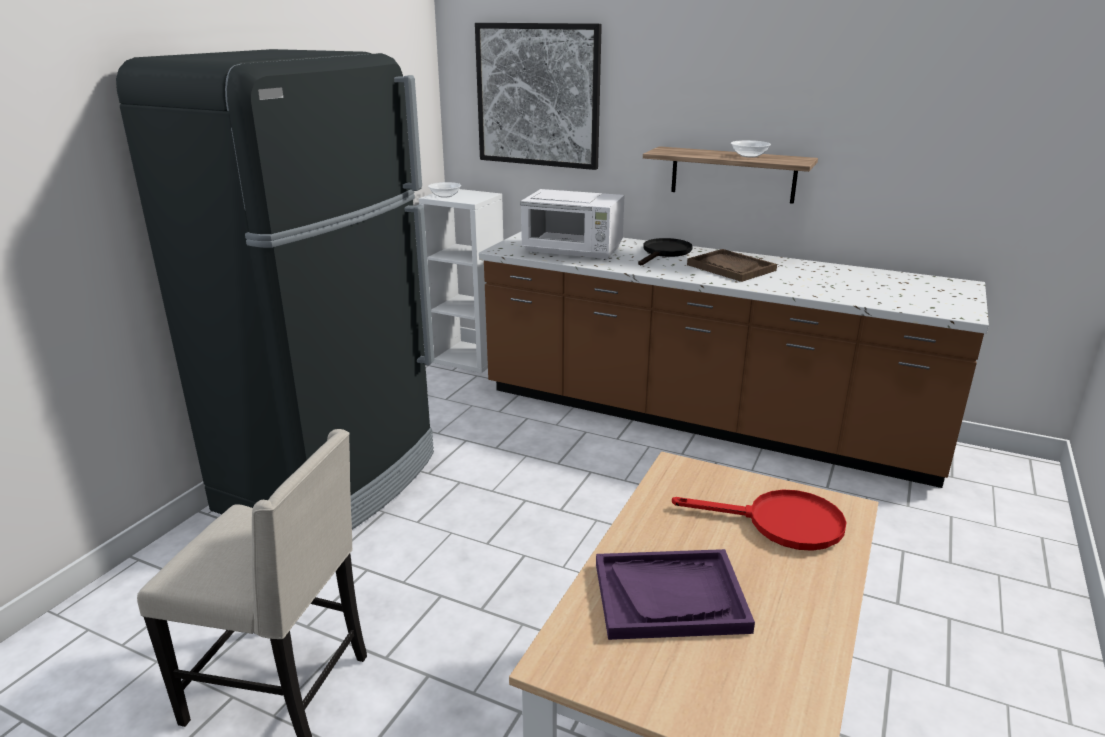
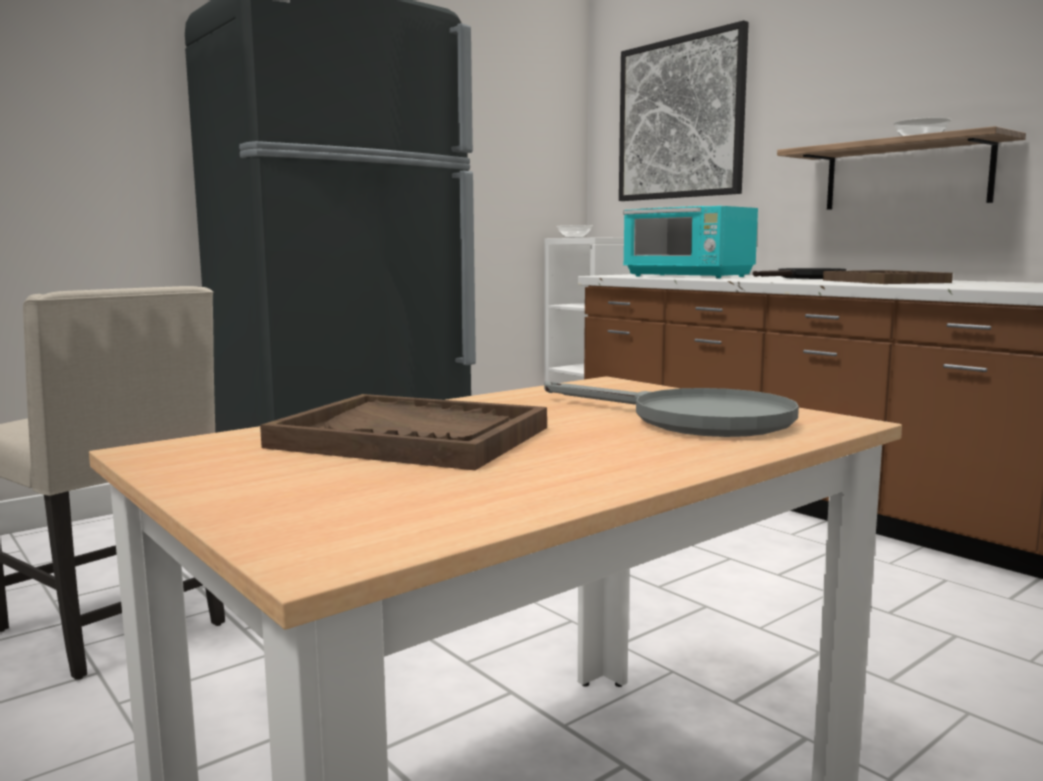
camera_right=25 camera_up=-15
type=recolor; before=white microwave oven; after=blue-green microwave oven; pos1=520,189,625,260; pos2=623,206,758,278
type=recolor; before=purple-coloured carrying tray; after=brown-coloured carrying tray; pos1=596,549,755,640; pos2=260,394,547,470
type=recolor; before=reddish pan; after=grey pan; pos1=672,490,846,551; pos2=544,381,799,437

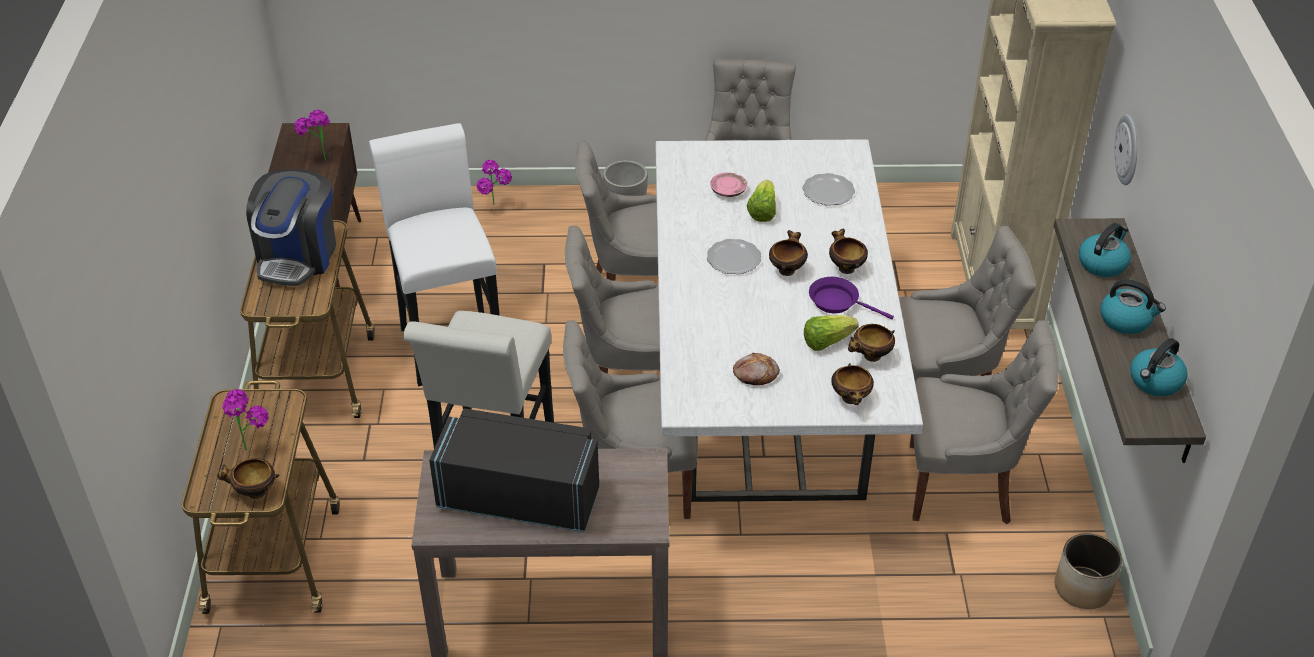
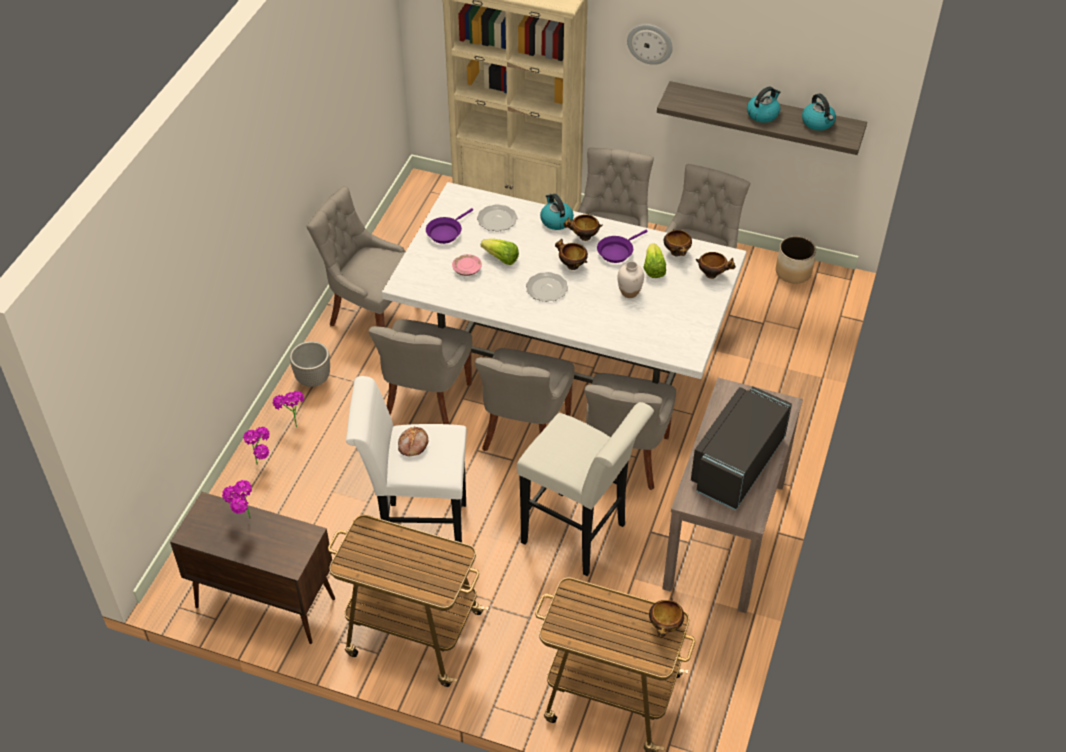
camera_right=-70 camera_up=5
type=delete; before=coffee machine; pos1=246,169,336,286
type=insert; after=purple-coloured pan; pos2=426,208,473,244
type=insert; after=white flower vase; pos2=617,261,644,298
type=move; before=houseplant; pos1=222,389,269,450; pos2=273,391,304,427
type=move; before=baked bread; pos1=733,353,780,385; pos2=398,426,428,456
type=move; before=kettle; pos1=1079,223,1131,277; pos2=540,194,574,230

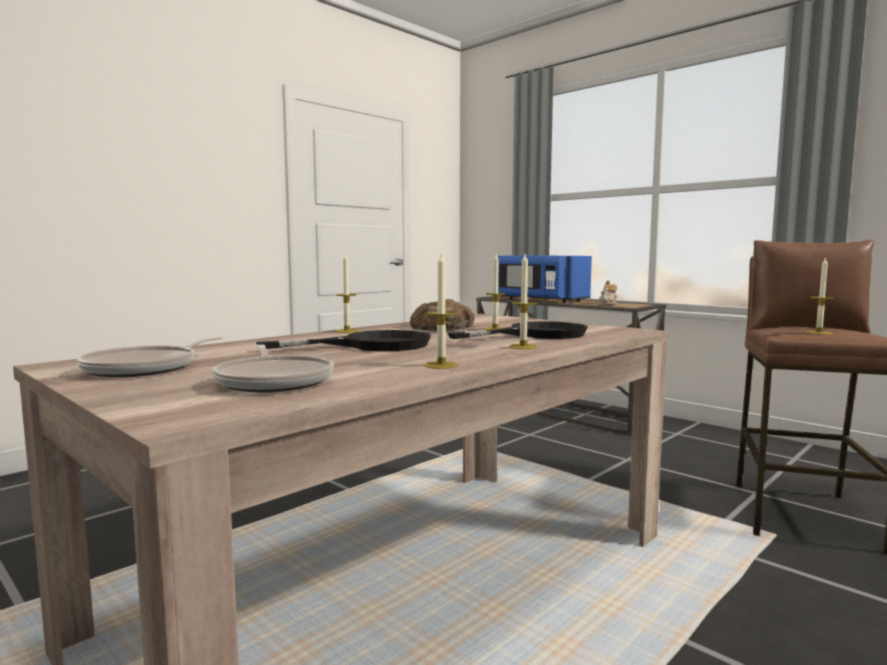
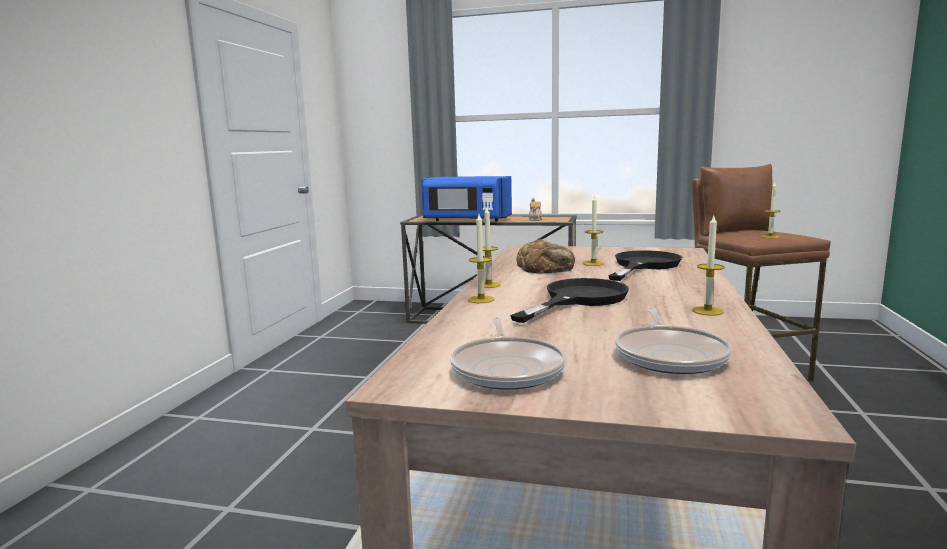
camera_right=-30 camera_up=5
type=move; before=candle; pos1=509,254,538,349; pos2=468,214,494,303
type=rotate; before=pan; pos1=212,344,334,392; pos2=615,307,732,374; turn=60

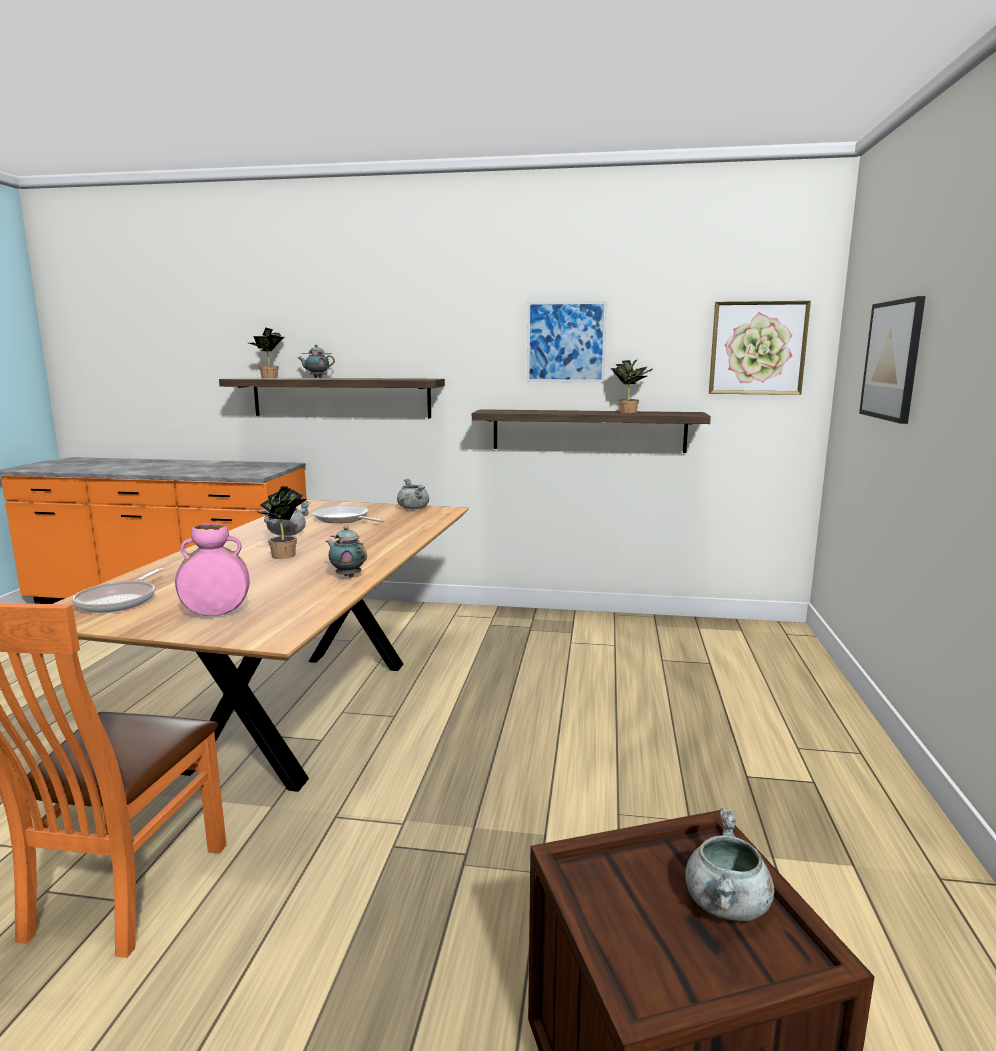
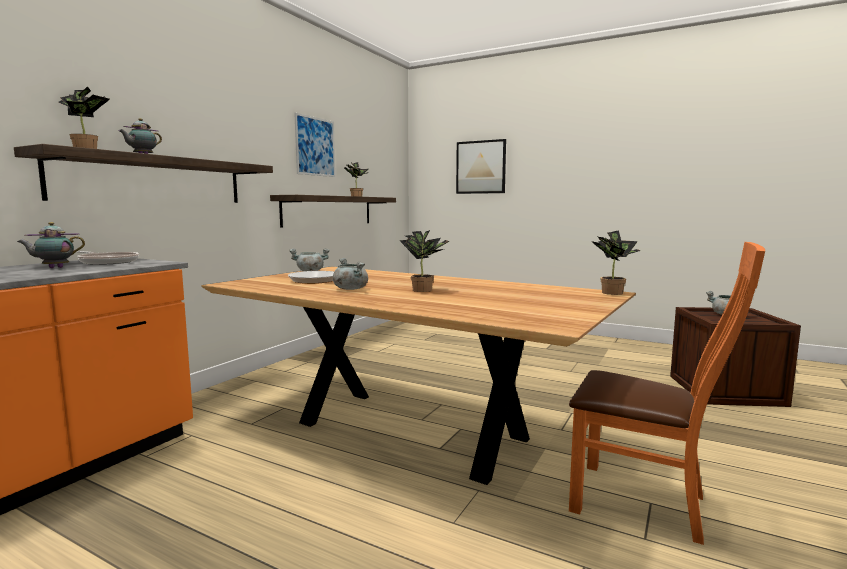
camera_right=-70 camera_up=-5
type=delete; before=pinkish flower vase; pos1=175,523,250,616
type=delete; before=picture; pos1=709,301,811,395
type=insert; after=houseplant; pos2=591,230,641,295
type=move; before=pan; pos1=72,568,163,613; pos2=77,251,139,265
type=move; before=pot for tea; pos1=326,526,367,578; pos2=17,222,85,268

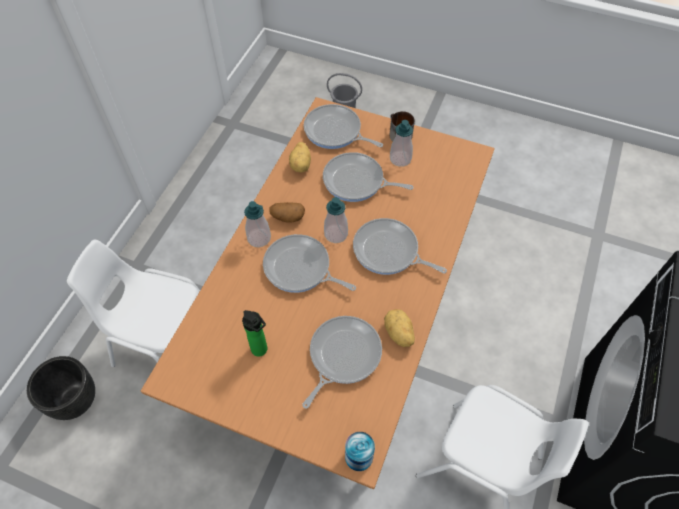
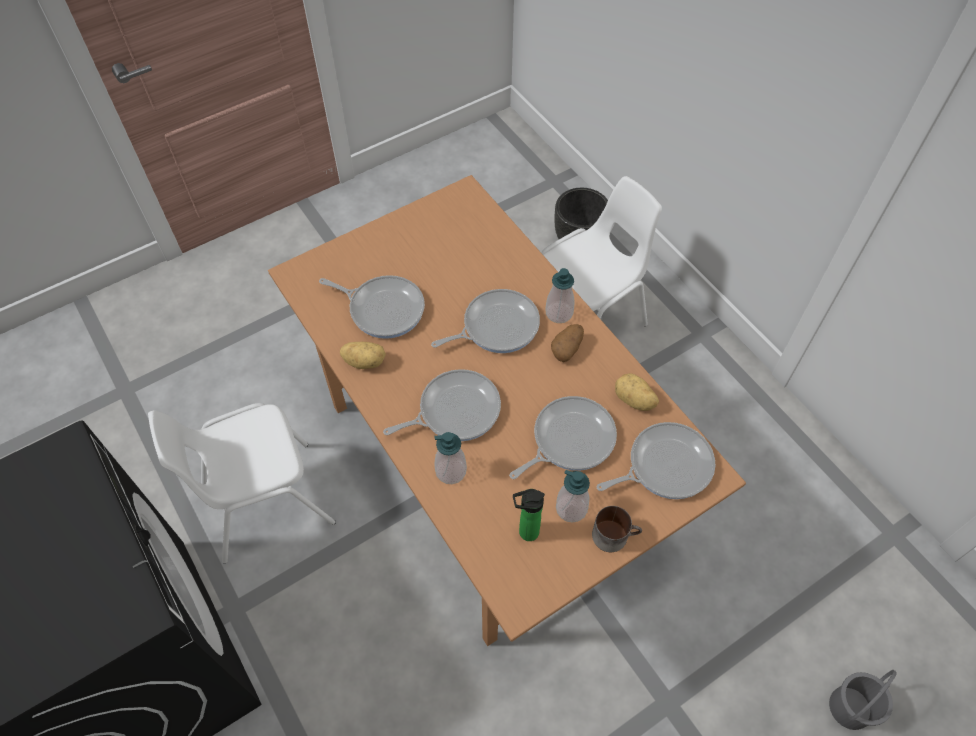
camera_right=125 camera_up=0
type=delete; before=metal can; pos1=345,432,375,471
type=move; before=drink bottle; pos1=242,310,267,357; pos2=513,489,545,541
type=move; before=soap bottle; pos1=324,197,348,243; pos2=434,432,467,484
type=rotate; before=pan; pos1=302,316,382,409; pos2=319,275,425,339; turn=-45

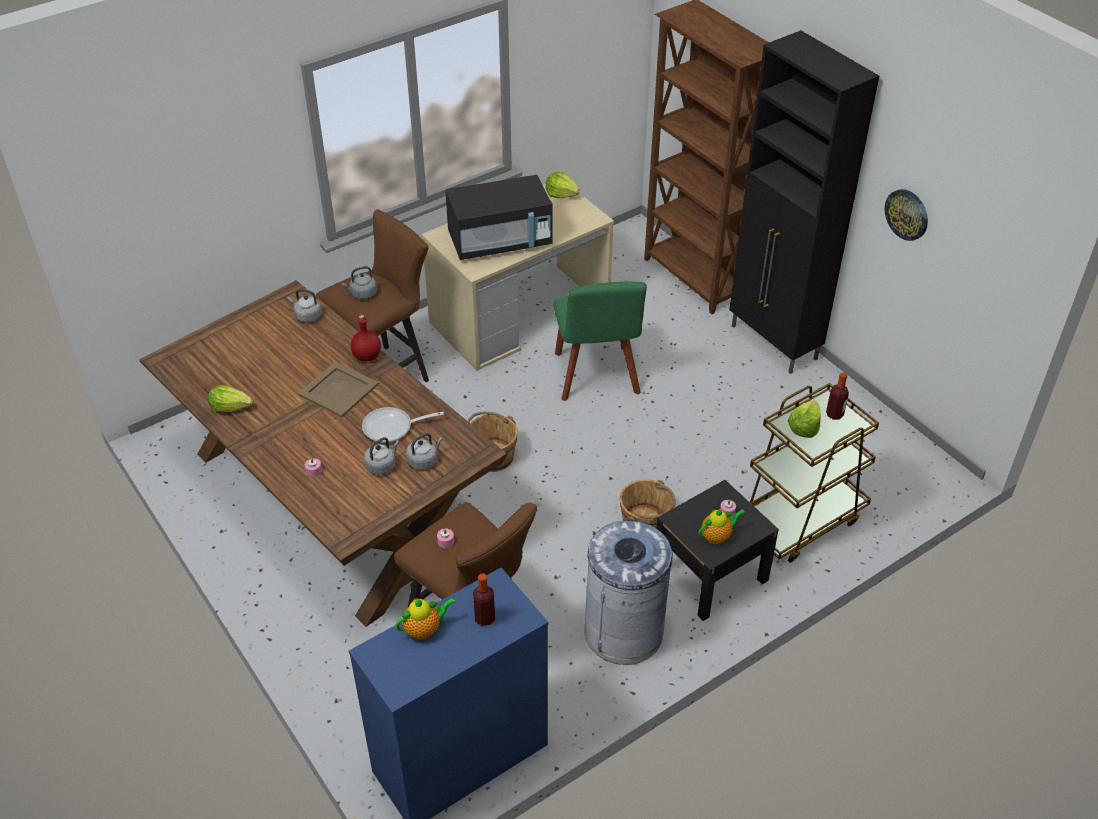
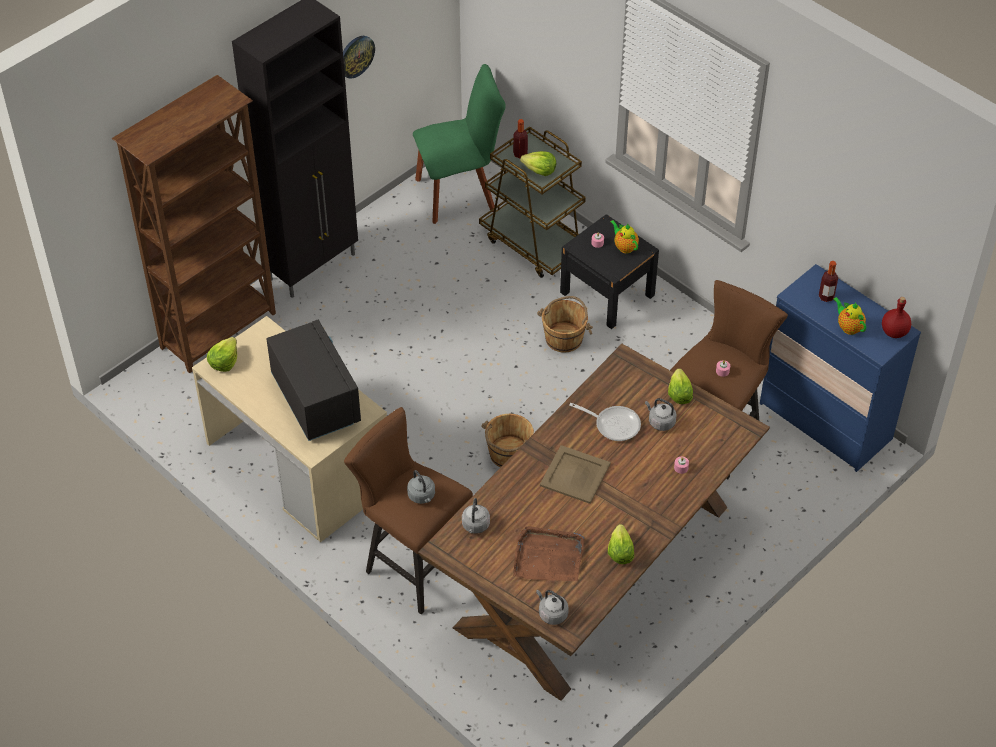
camera_right=-100 camera_up=5
type=delete; before=grey rubbish bin; pos1=584,521,673,665
type=insert; after=brown-coloured carrying tray; pos2=513,526,584,581
type=insert; after=lettuce head; pos2=668,368,693,404
type=move; before=reddish drink bottle; pos1=351,315,381,361; pos2=882,297,911,338
type=move; before=grey kettle; pos1=406,433,443,470; pos2=536,590,569,625
type=move; before=greenish chair; pos1=554,282,647,401; pos2=413,64,506,224
type=rotate; before=pan; pos1=362,407,444,443; pos2=569,403,641,441; turn=-45

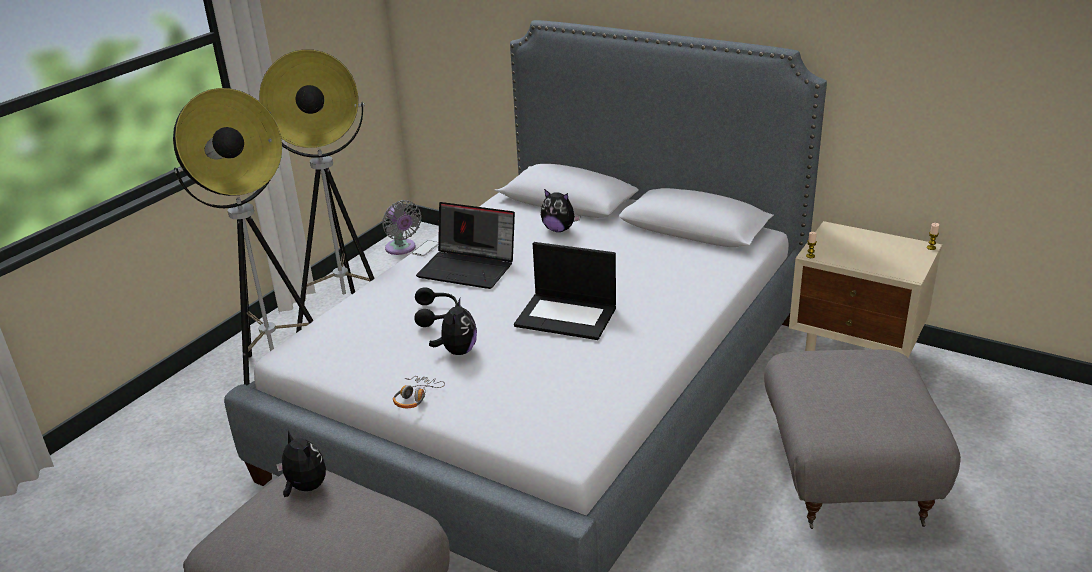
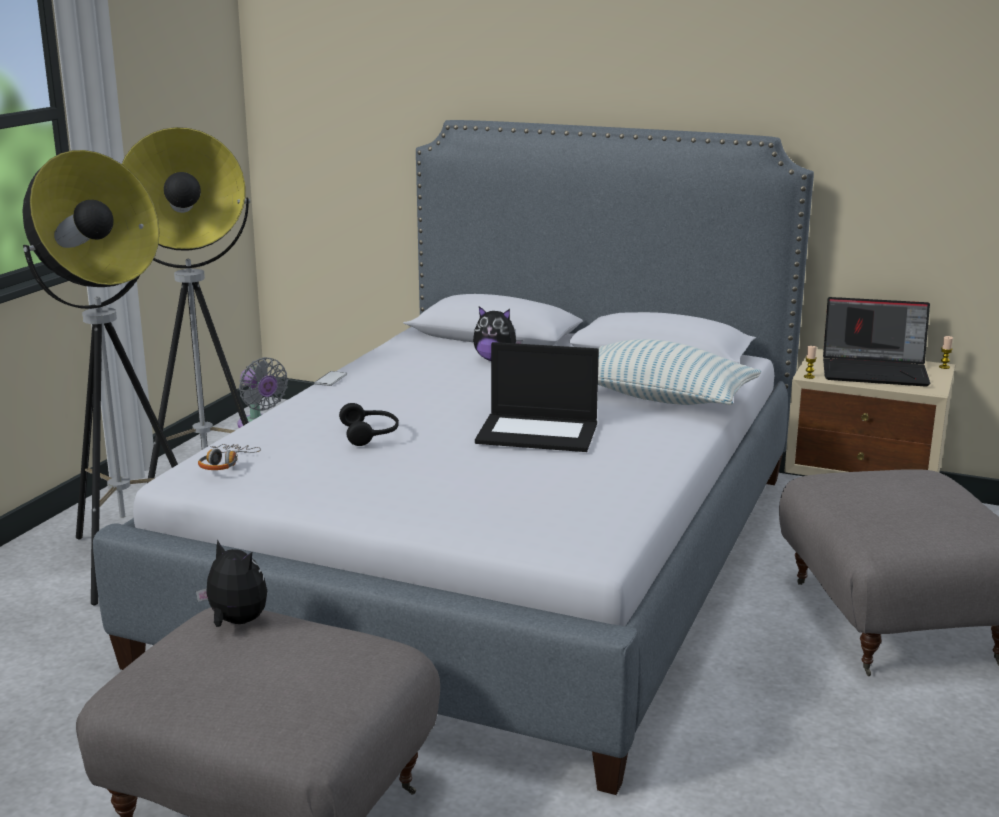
camera_right=-10 camera_up=-10
type=delete; before=soft toy; pos1=429,298,477,355
type=insert; after=throw pillow; pos2=598,339,761,405
type=move; before=pair of headphones; pos1=393,376,445,408; pos2=198,444,261,470
type=move; before=portable computer; pos1=416,202,515,289; pos2=823,297,930,387

